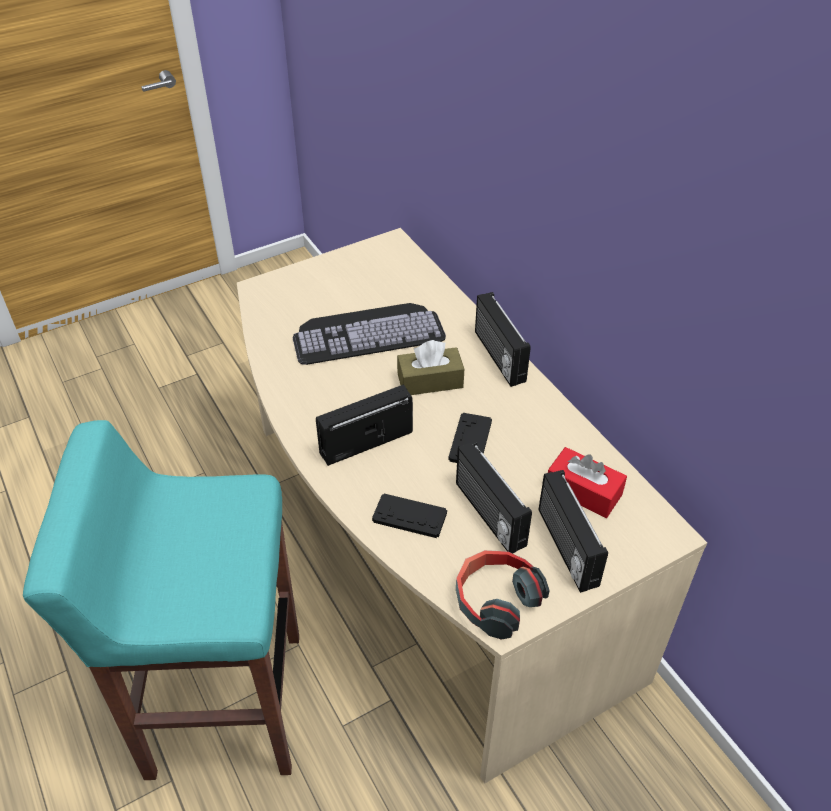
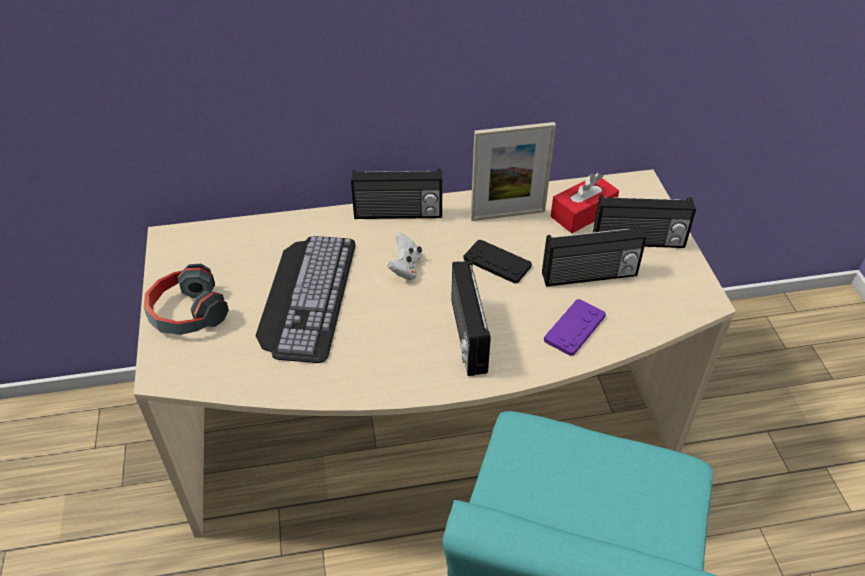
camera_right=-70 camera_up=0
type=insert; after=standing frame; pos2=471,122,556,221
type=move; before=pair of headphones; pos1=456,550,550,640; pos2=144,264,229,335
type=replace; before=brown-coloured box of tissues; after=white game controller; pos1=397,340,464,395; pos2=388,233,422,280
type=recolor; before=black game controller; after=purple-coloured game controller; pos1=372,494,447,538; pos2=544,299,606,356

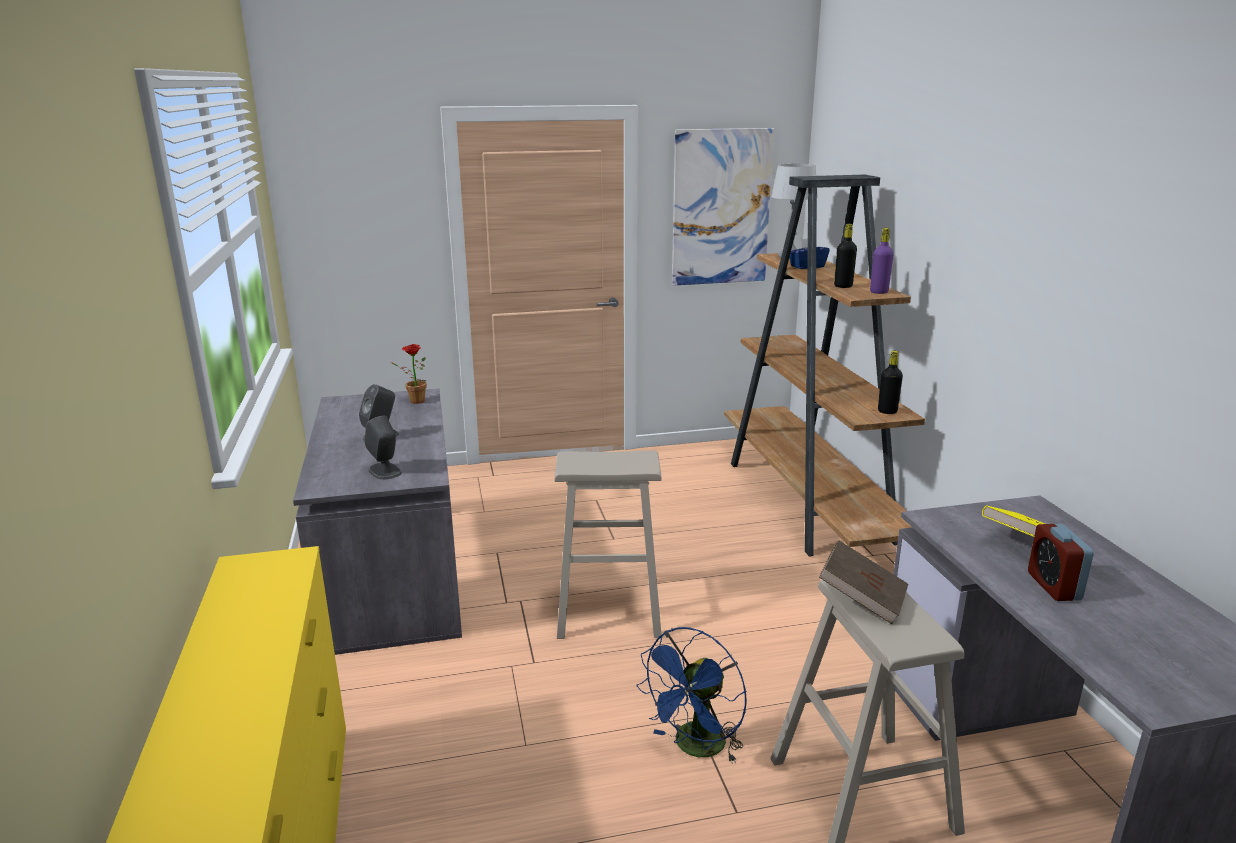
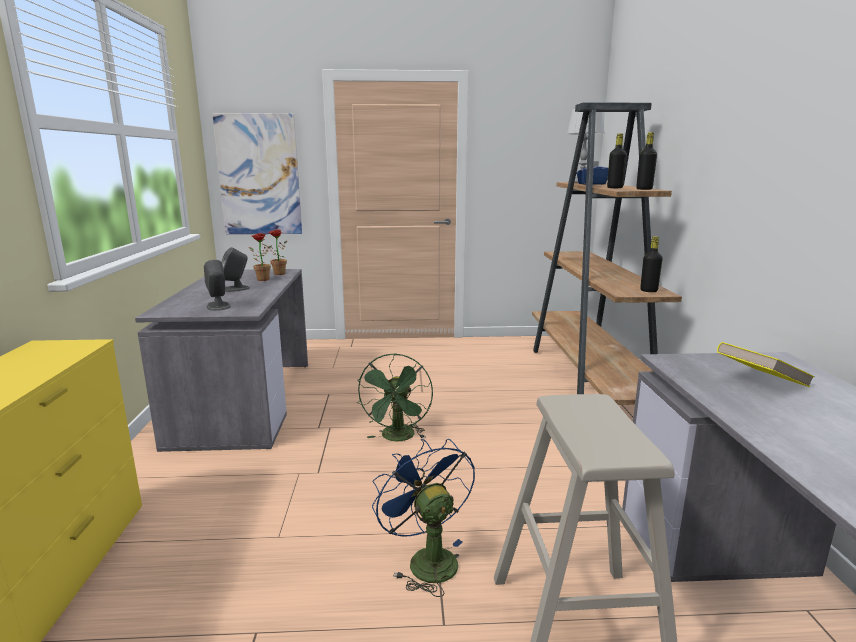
camera_right=10 camera_up=-5
type=delete; before=brown-coloured bound book; pos1=819,541,908,624
type=delete; before=table clock; pos1=1028,524,1094,601
type=insert; after=houseplant; pos2=249,233,272,281
type=move; before=picture; pos1=672,128,774,286; pos2=212,113,302,234
type=replace; before=beige sitting stool; after=greenish cooling fan; pos1=554,451,662,639; pos2=357,353,433,441
type=recolor; before=purple-coloured drink bottle; after=black drink bottle; pos1=870,228,894,294; pos2=636,132,657,190
type=rotate; before=blue cooling fan; pos1=636,627,747,763; pos2=372,438,475,597; turn=105

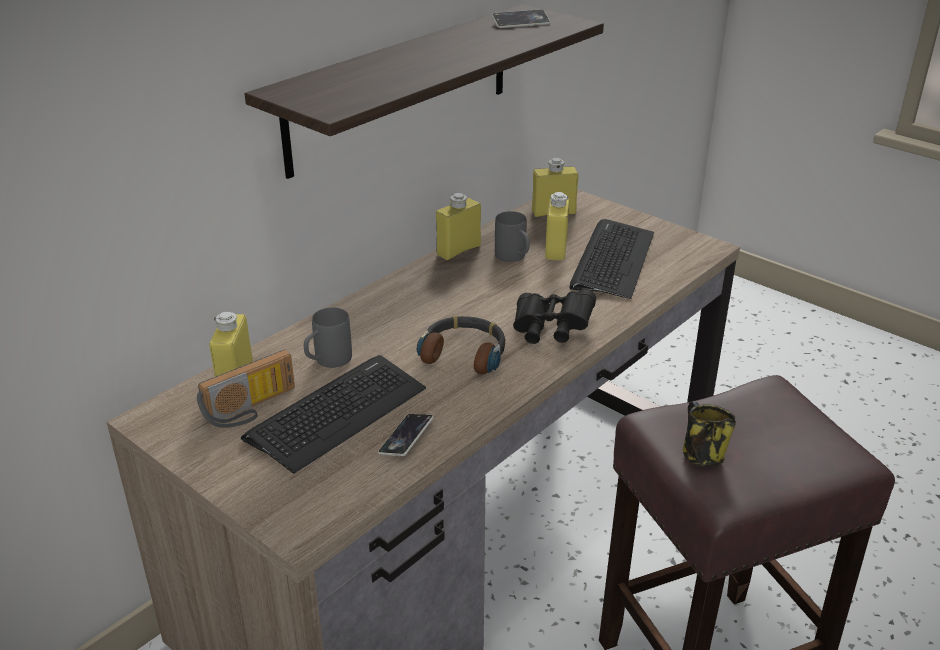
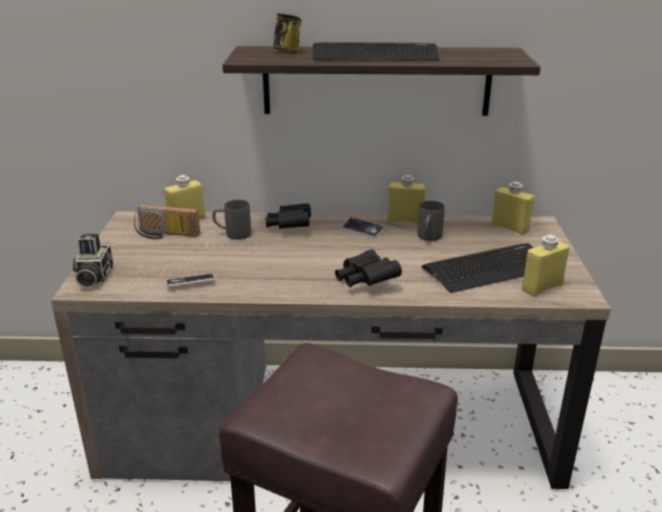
camera_right=50 camera_up=-5
type=delete; before=pair of headphones; pos1=417,316,505,375
type=insert; after=still camera; pos2=73,234,113,288
type=insert; after=black pair of binoculars; pos2=266,203,311,229
type=move; before=PC keyboard; pos1=241,355,426,474; pos2=313,42,439,61
type=move; before=phone; pos1=492,9,550,28; pos2=342,217,385,238
type=move; before=yellow drink bottle; pos1=545,192,569,260; pos2=522,235,569,296
type=move; before=mug; pos1=683,401,736,466; pos2=273,13,301,53

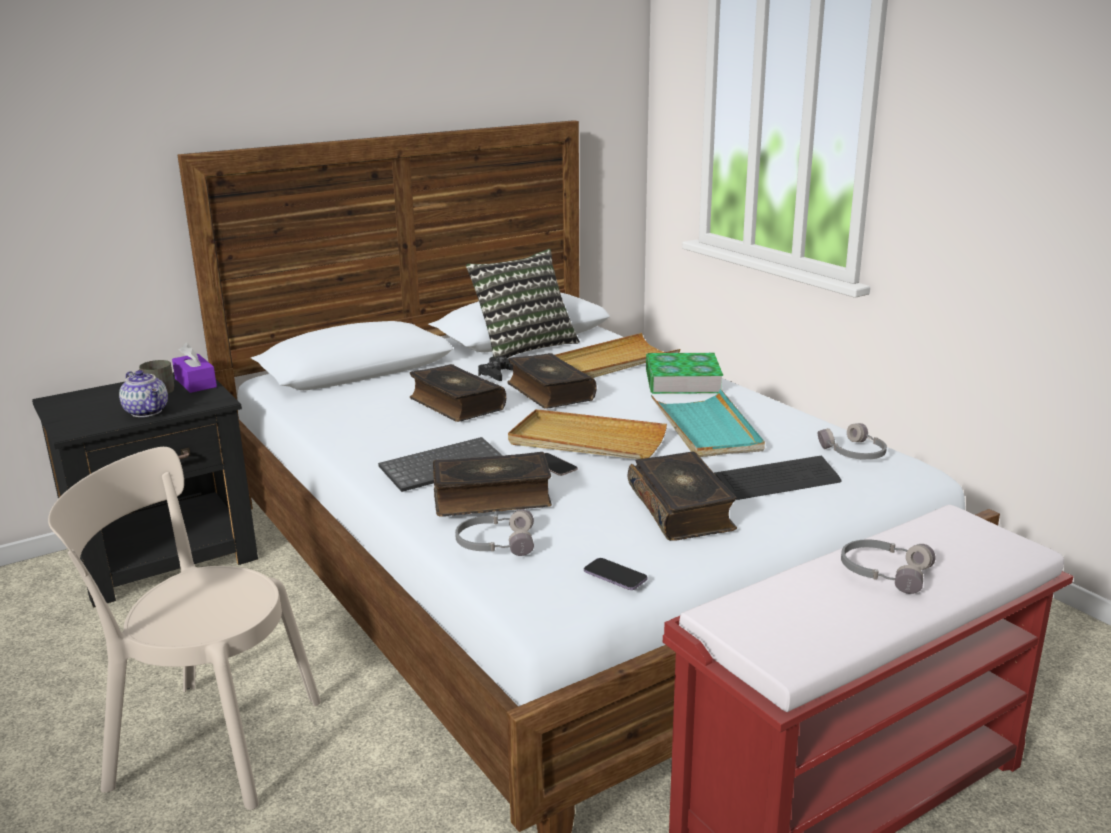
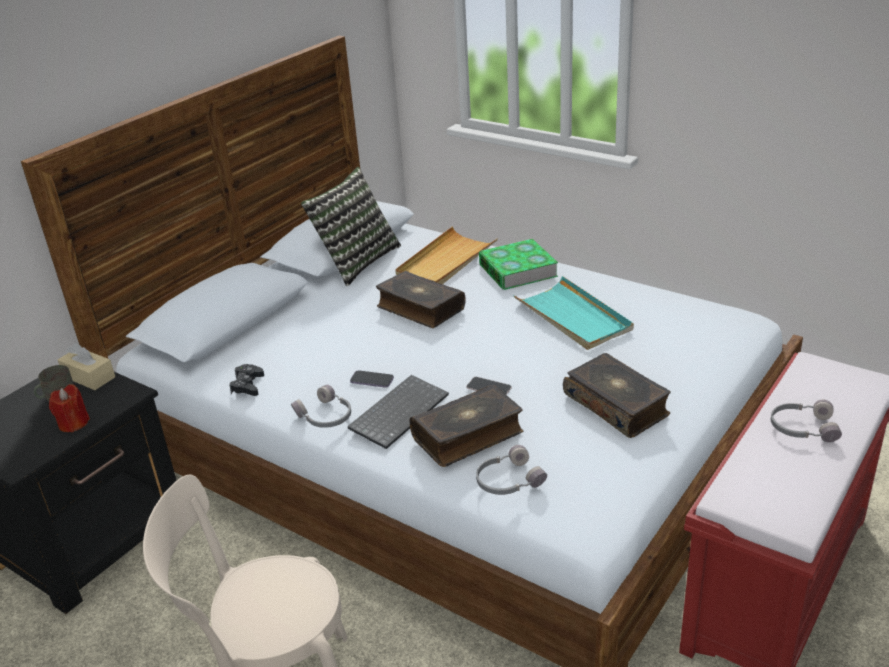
camera_right=-20 camera_up=10
type=delete; before=bound book; pos1=410,364,506,422
type=delete; before=beige carrying tray; pos1=508,409,667,459
type=delete; before=PC keyboard; pos1=714,456,842,500
type=move; before=black game controller; pos1=478,356,513,381; pos2=229,364,264,396
type=move; before=phone; pos1=584,558,647,590; pos2=350,370,394,388
type=move; before=grey pair of headphones; pos1=818,423,887,460; pos2=291,385,351,428
type=replace; before=pot for tea; after=reddish candle; pos1=119,370,168,417; pos2=49,384,90,432
type=recolor; before=purple-coloured box of tissues; after=beige box of tissues; pos1=172,342,217,393; pos2=58,343,115,390

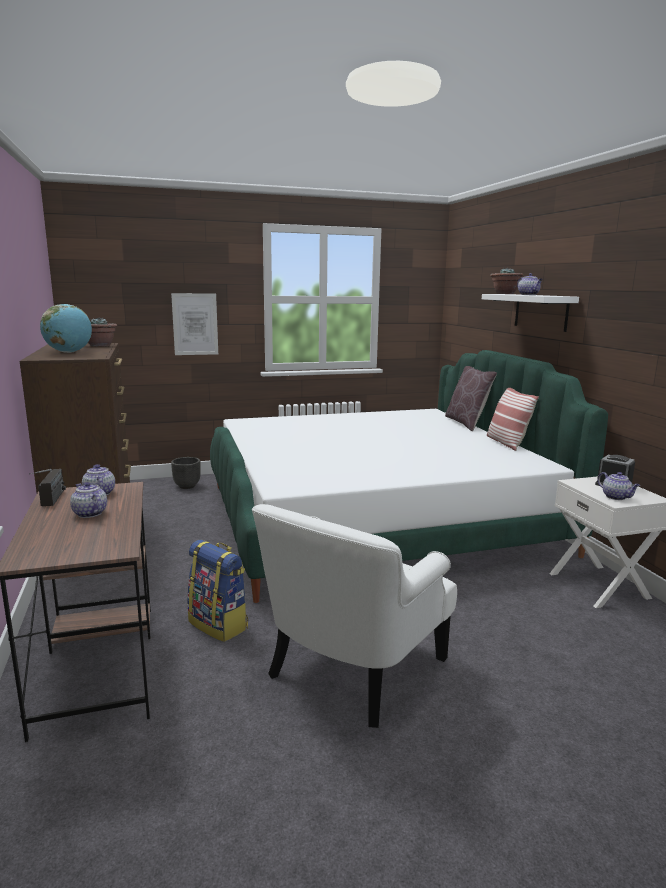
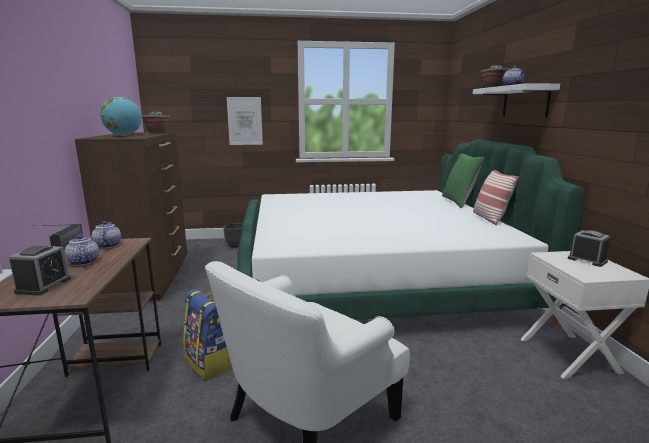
camera_right=10 camera_up=0
type=delete; before=pot for tea; pos1=598,472,640,500
type=insert; after=table clock; pos2=9,245,71,296
type=recolor; before=brown-coloured throw pillow; after=greenish throw pillow; pos1=445,366,497,431; pos2=442,154,485,208

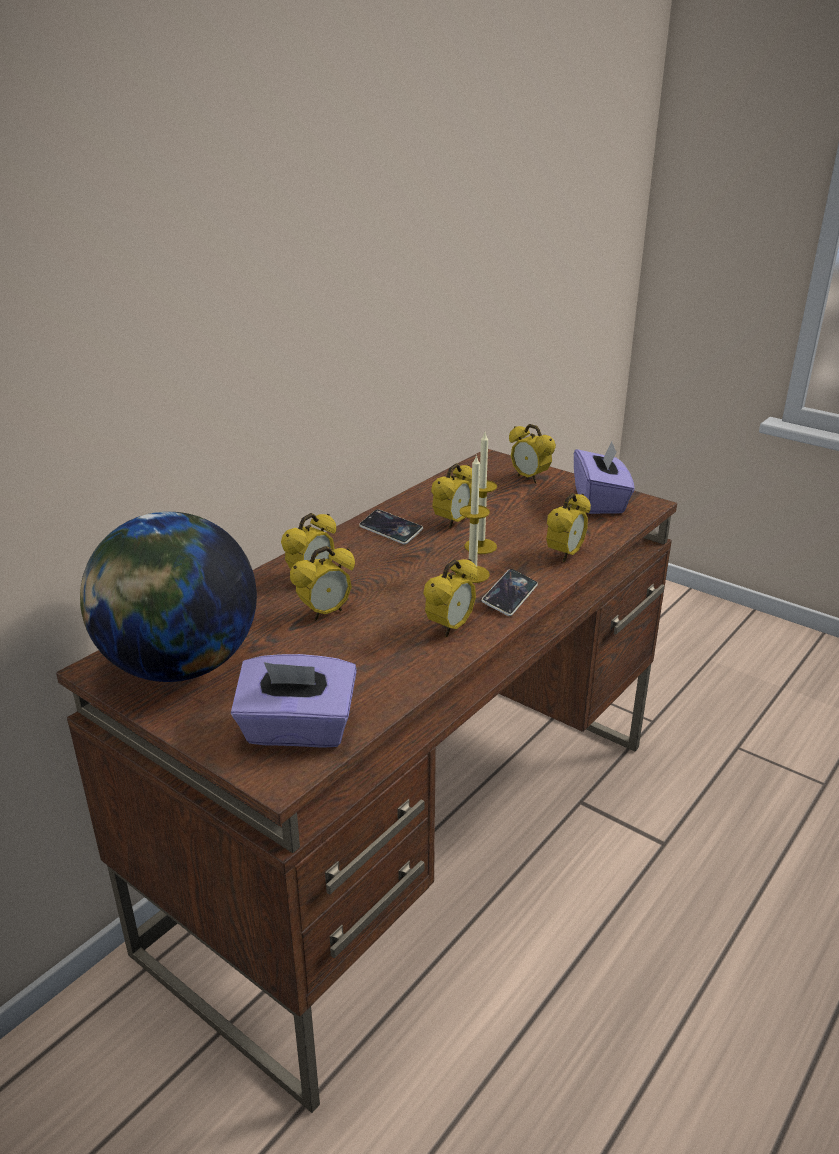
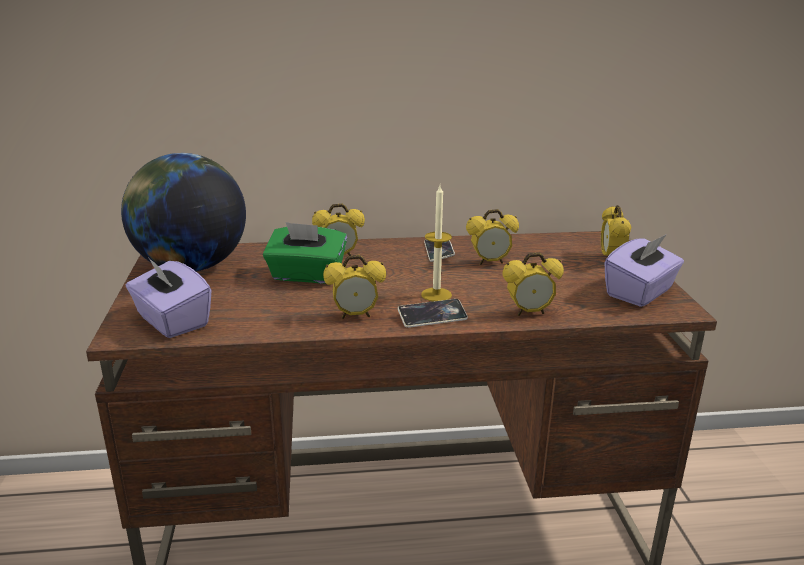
camera_right=45 camera_up=-5
type=delete; before=candle; pos1=465,433,497,554
type=replace; before=table clock; after=greenish box of tissues; pos1=290,546,355,621; pos2=263,222,347,284

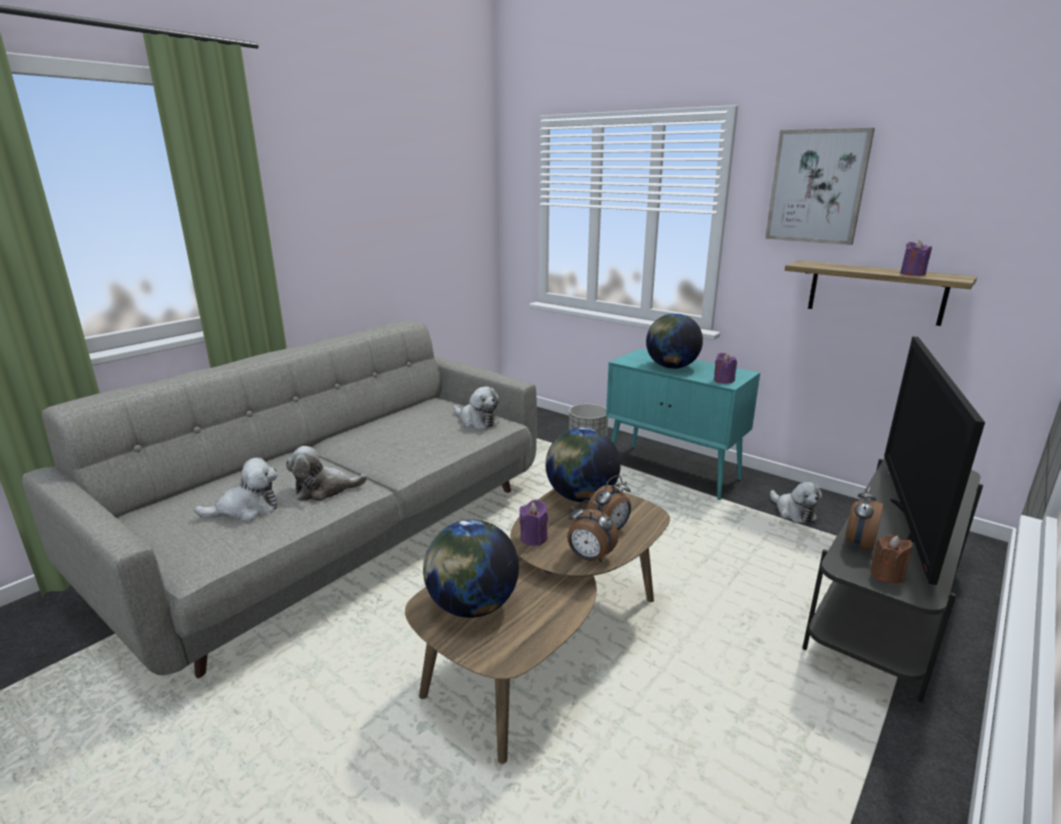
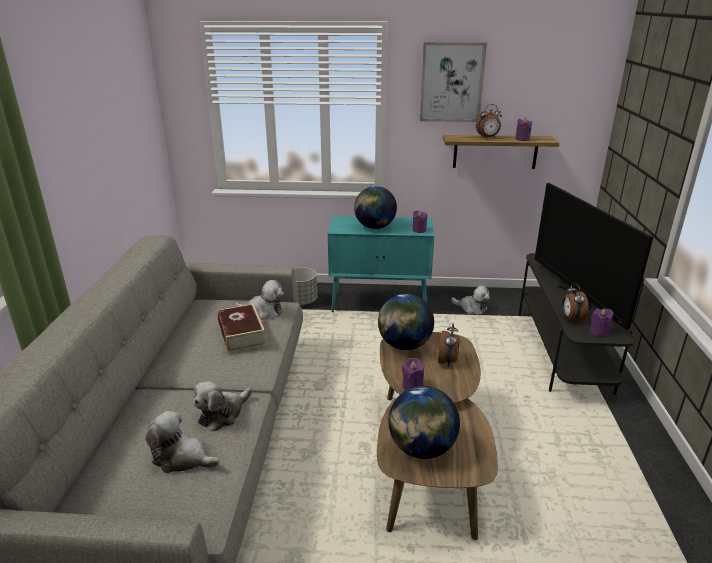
camera_right=-35 camera_up=5
type=insert; after=bound book; pos2=217,304,266,353
type=move; before=table clock; pos1=567,500,619,563; pos2=476,104,502,138
type=recolor; before=brown-coloured candle; after=purple-coloured candle; pos1=870,534,913,584; pos2=590,308,614,336
type=rotate; before=soft toy; pos1=195,457,278,521; pos2=145,411,220,473; turn=-105

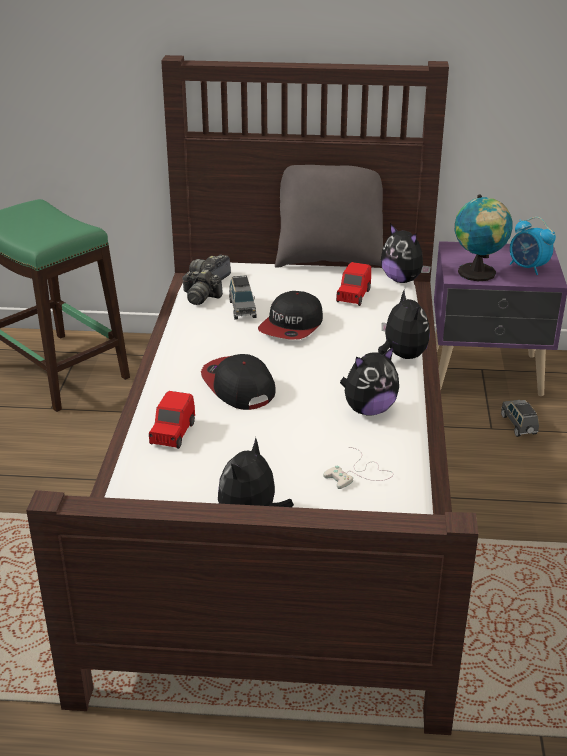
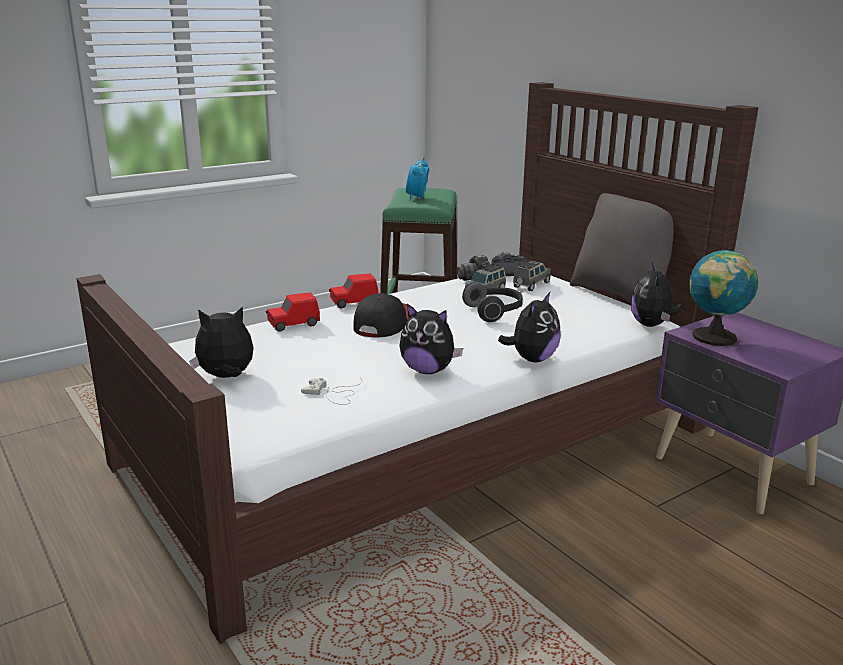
camera_right=50 camera_up=-10
type=move; before=reddish miniature car; pos1=336,262,371,306; pos2=329,274,379,308
type=move; before=grey miniature car; pos1=501,400,539,437; pos2=513,261,551,291
type=move; before=table clock; pos1=510,217,556,275; pos2=406,156,429,201
type=replace; before=baseball cap; after=pair of headphones; pos1=258,291,323,340; pos2=462,282,523,322

